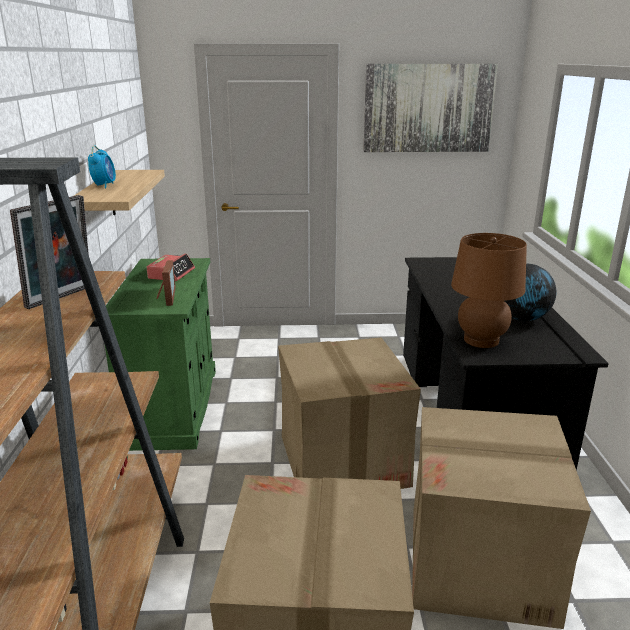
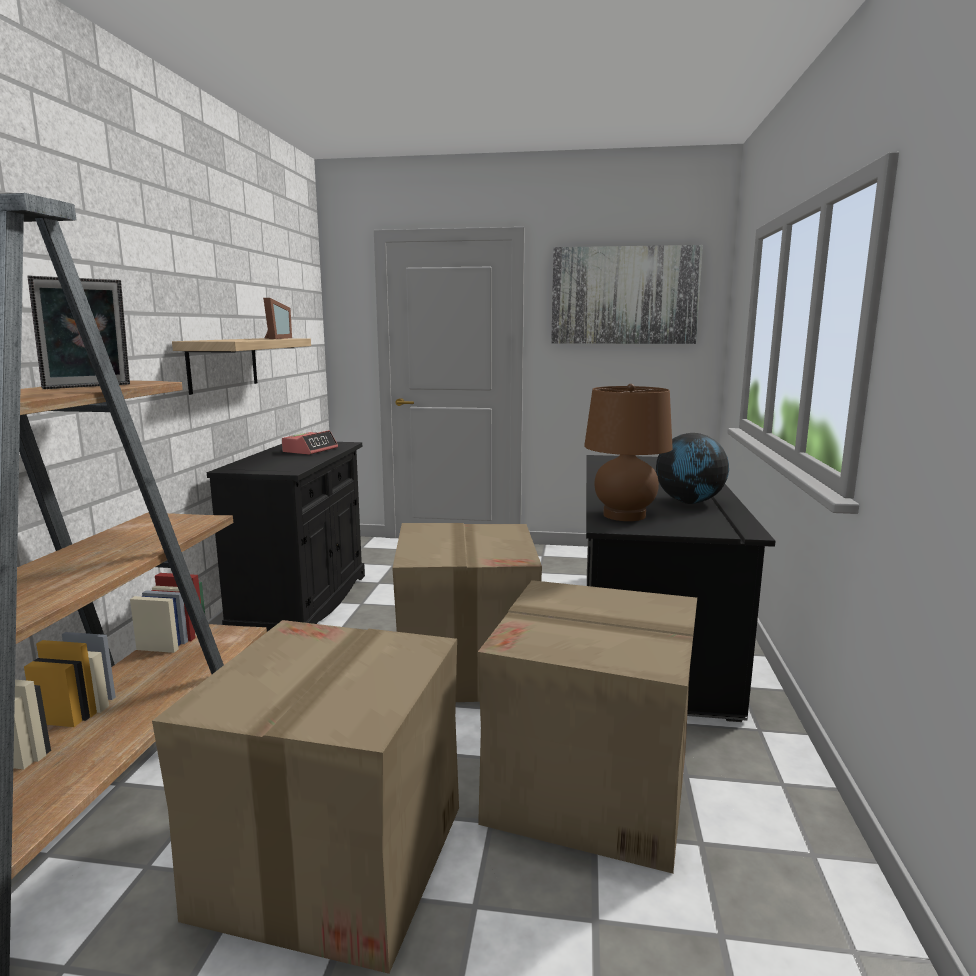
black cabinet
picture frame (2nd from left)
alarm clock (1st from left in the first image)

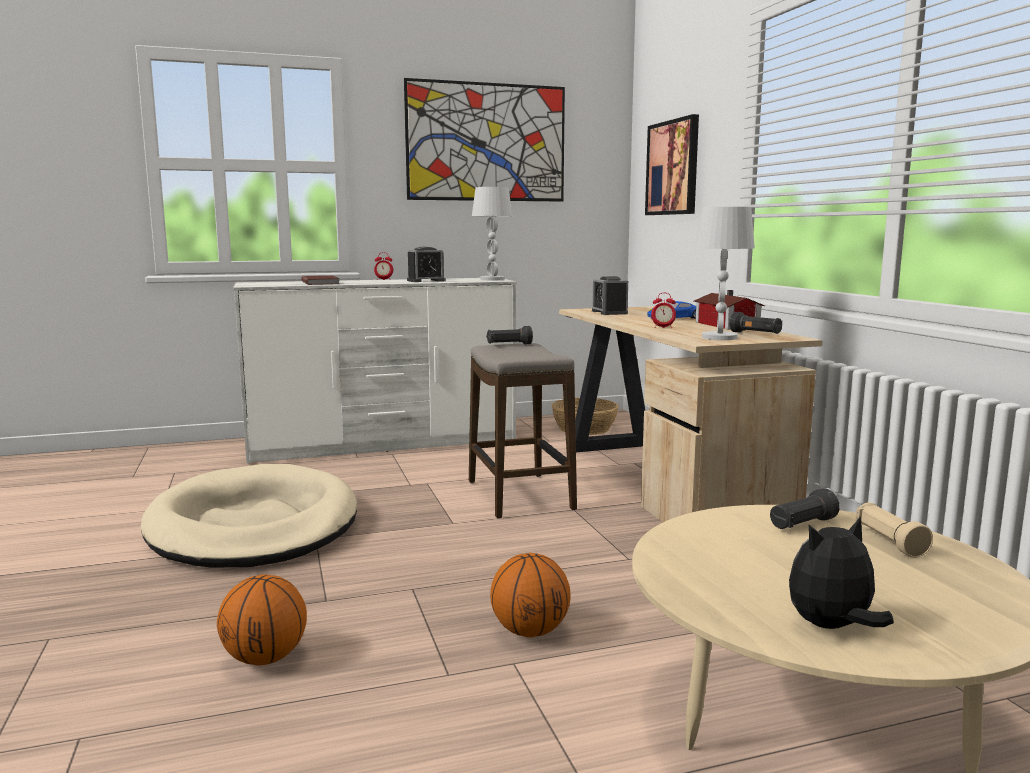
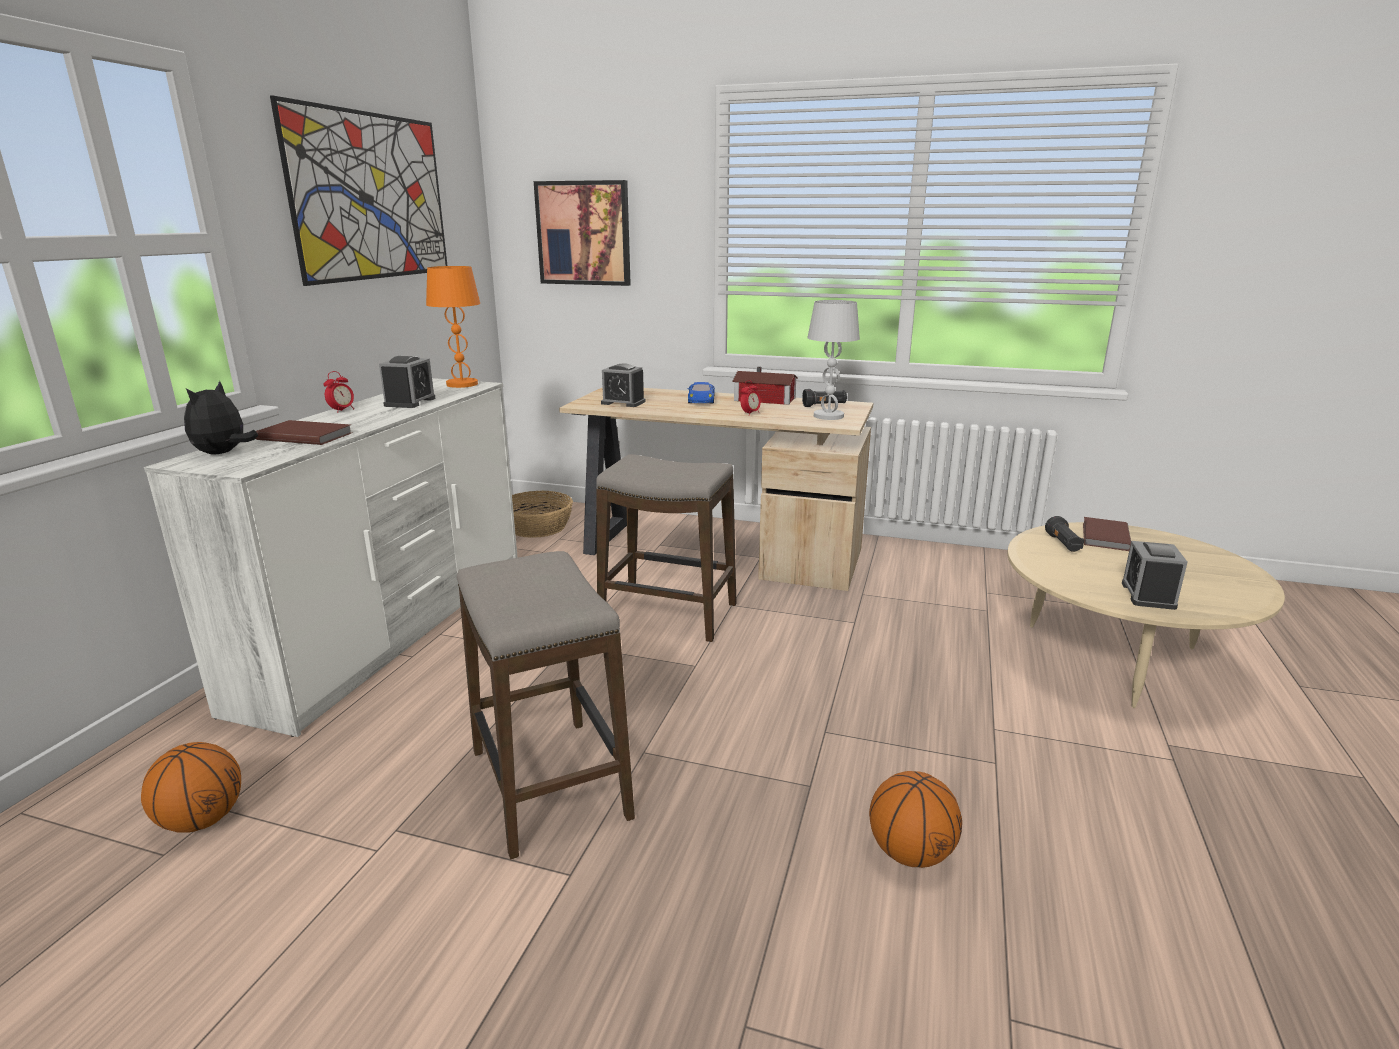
basketball (1st from left)
plush toy
orange table lamp
stool (1st from left)
brown book (2nd from left)
alarm clock (5th from left)
black flashlight (1st from left in the first image)

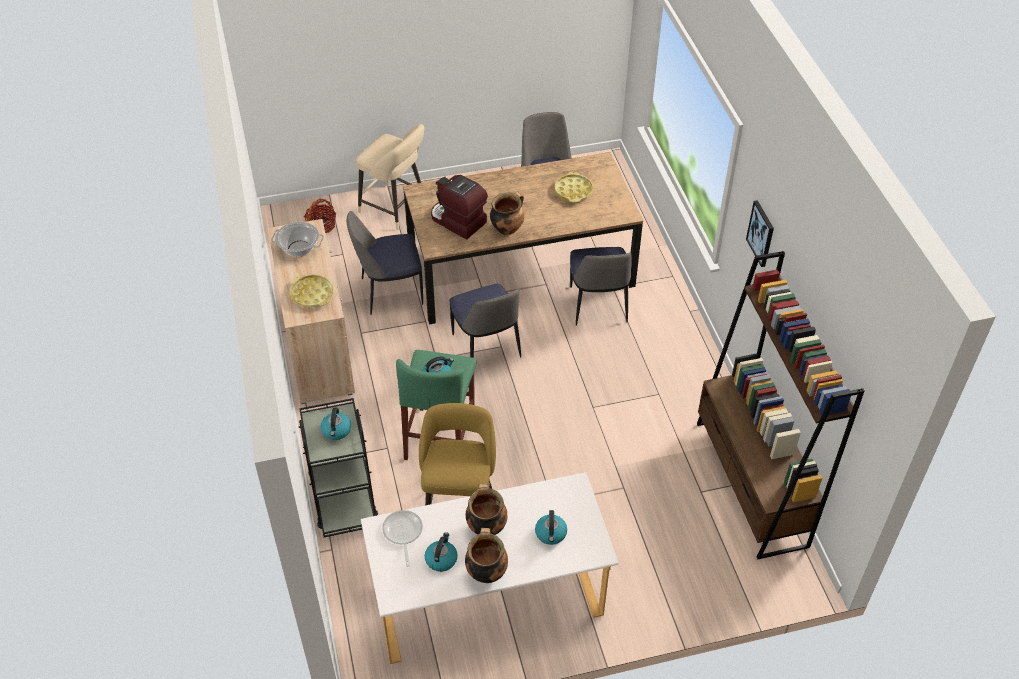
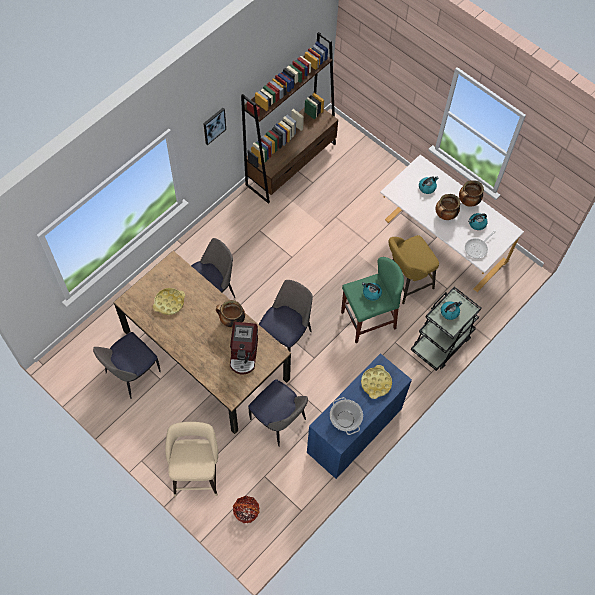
blue cabinet

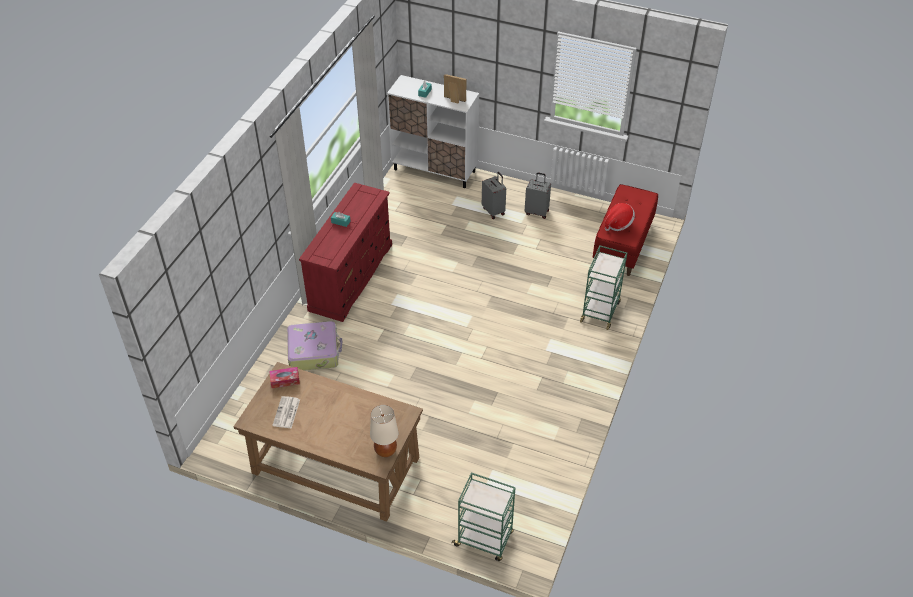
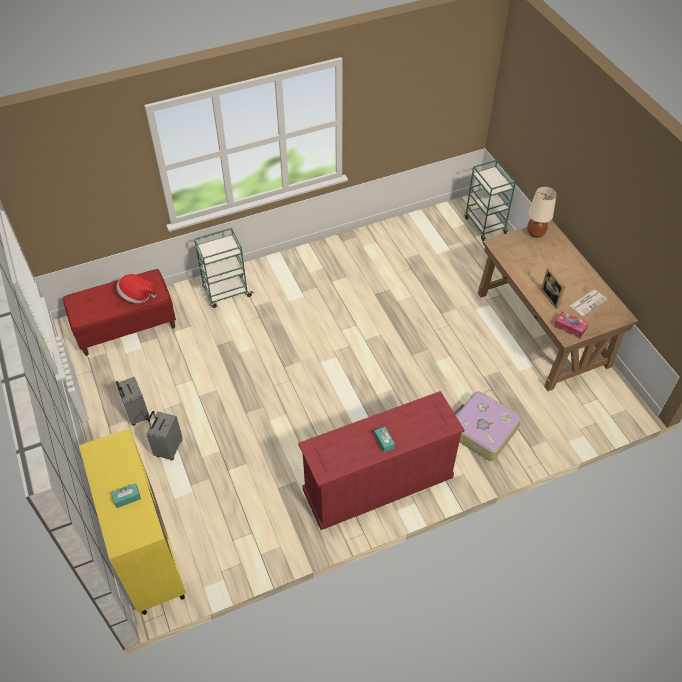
yellow cabinet
picture frame

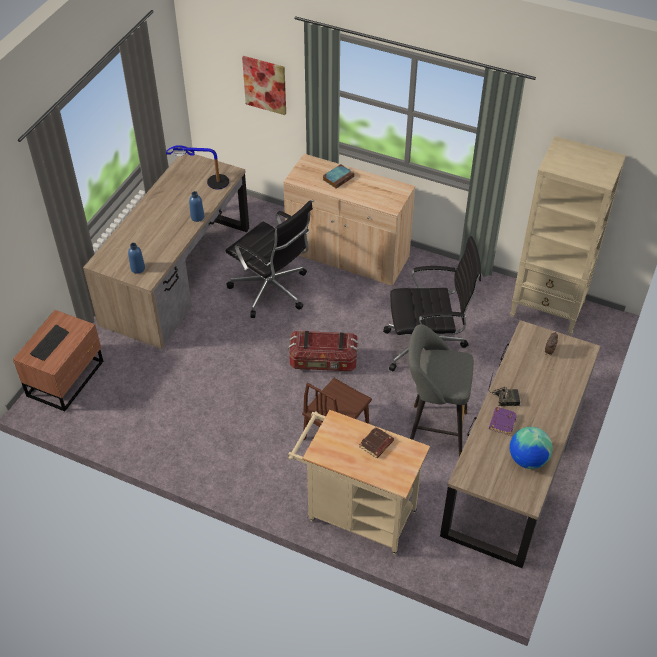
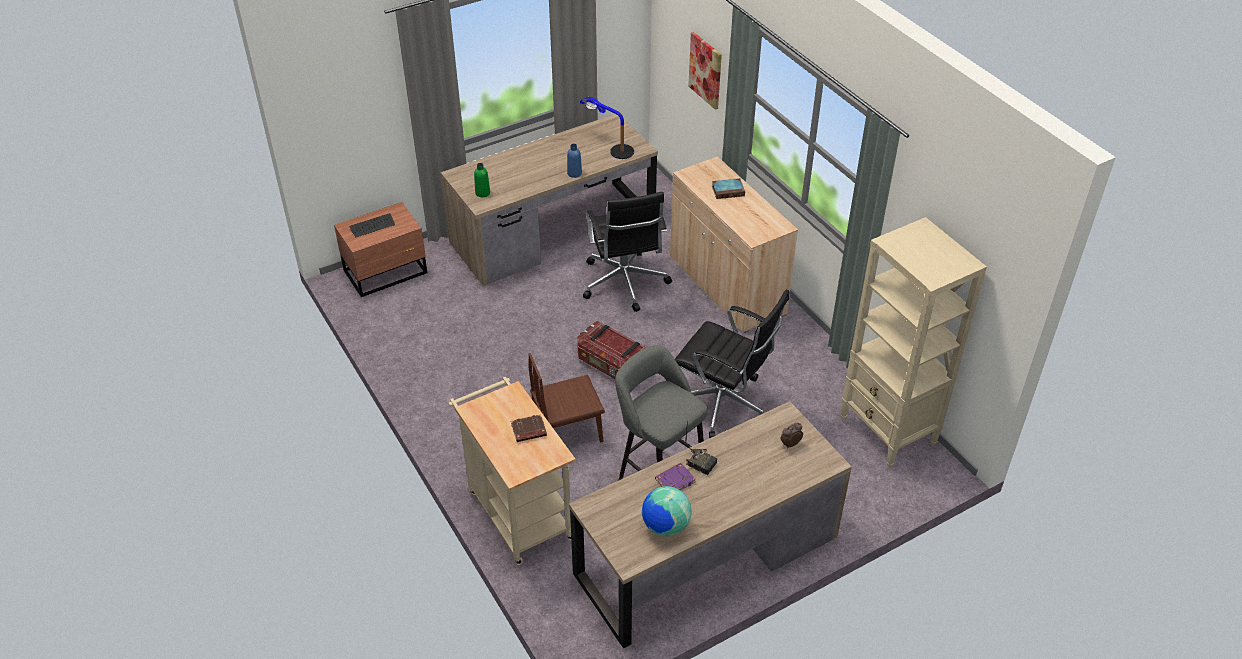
green bottle

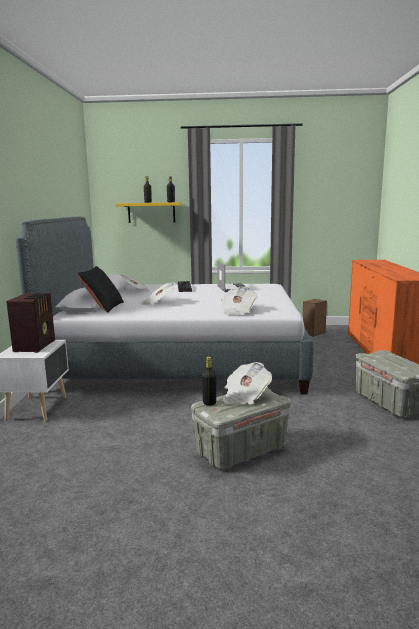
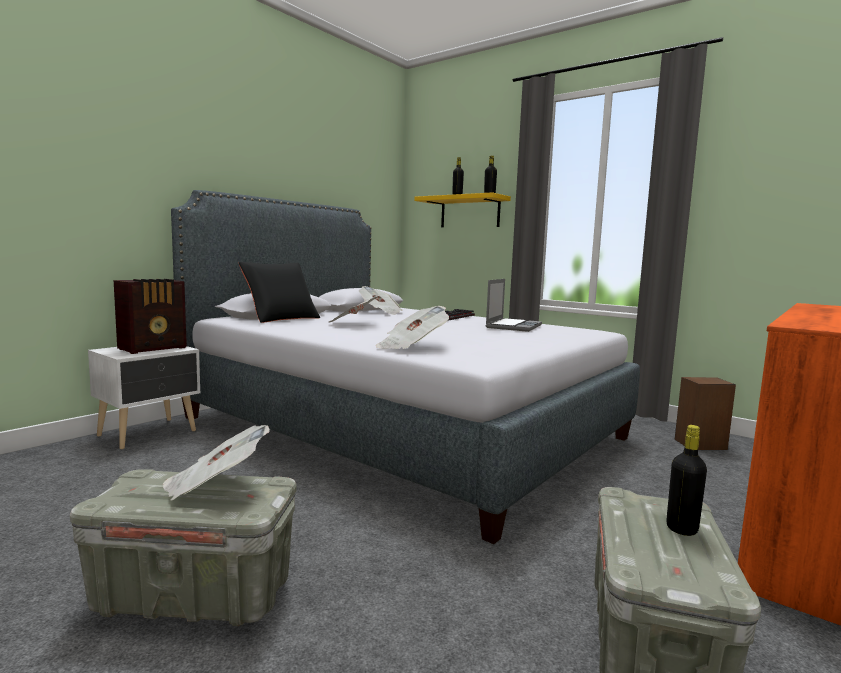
black bottle (3rd from left)

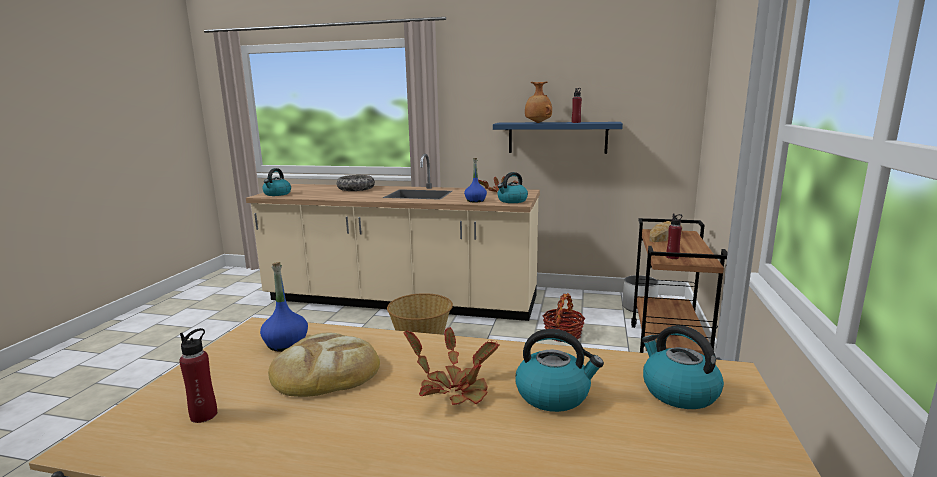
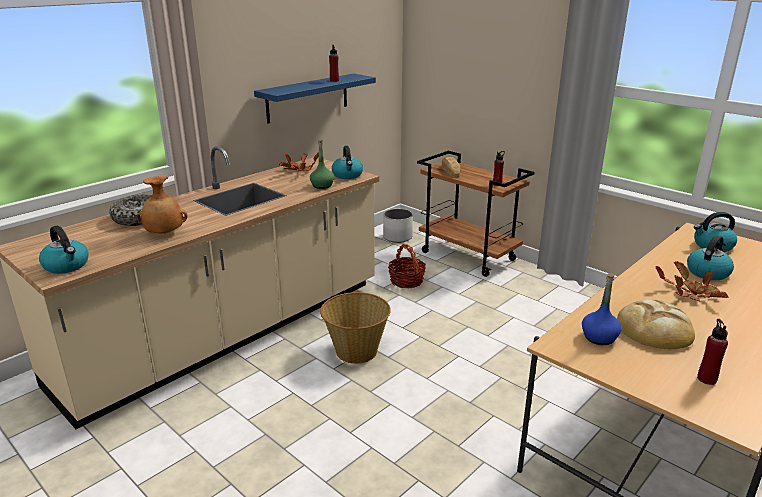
brown vase
green bottle

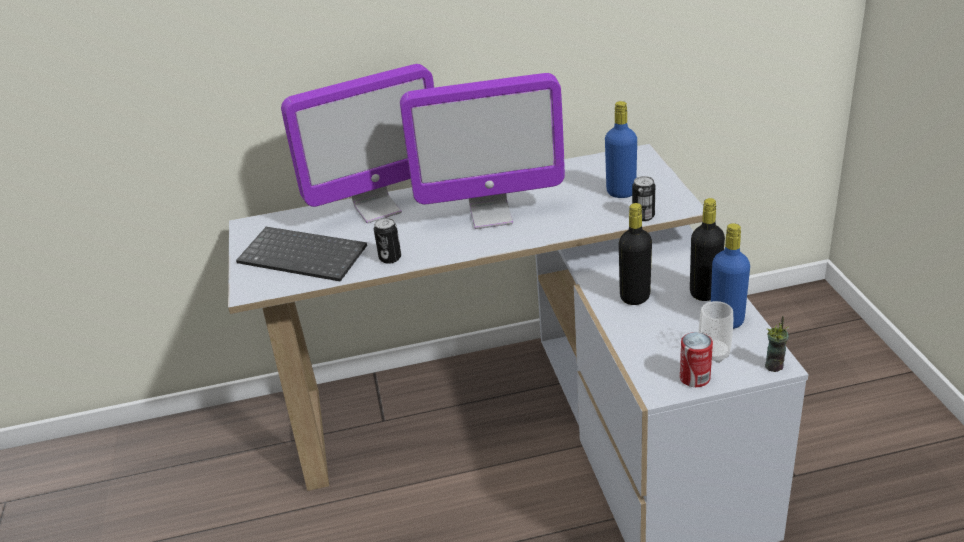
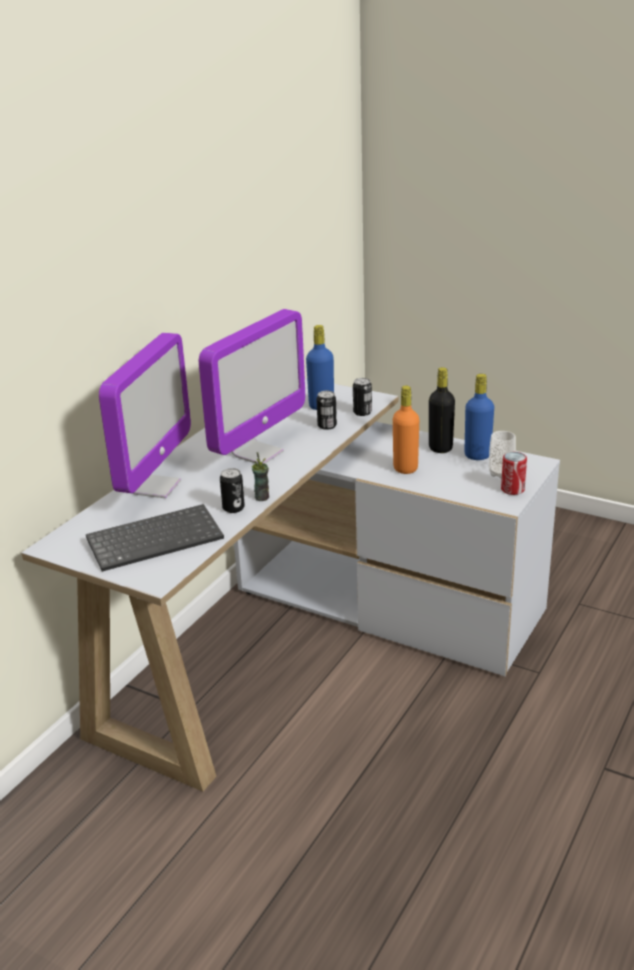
cup (1st from left)
can (2nd from left)
orange bottle

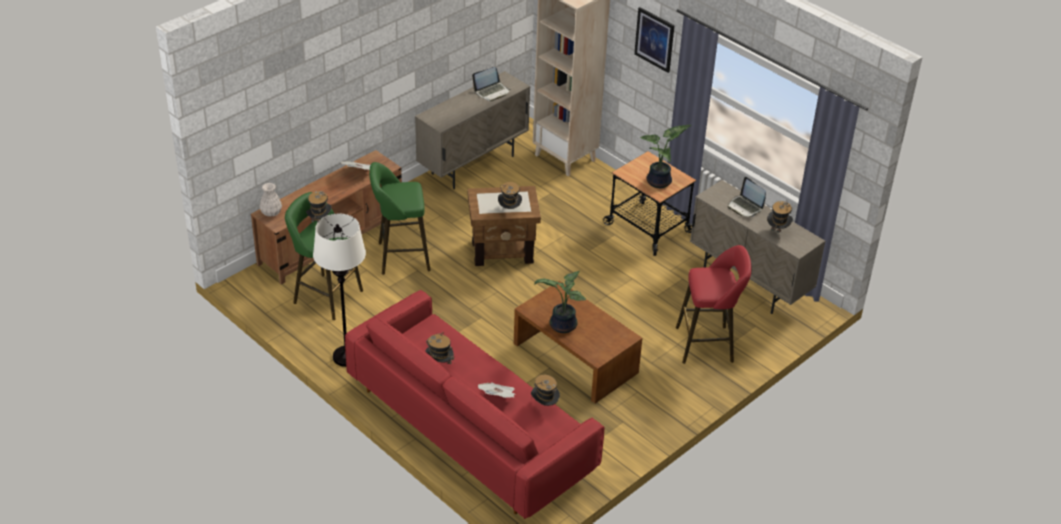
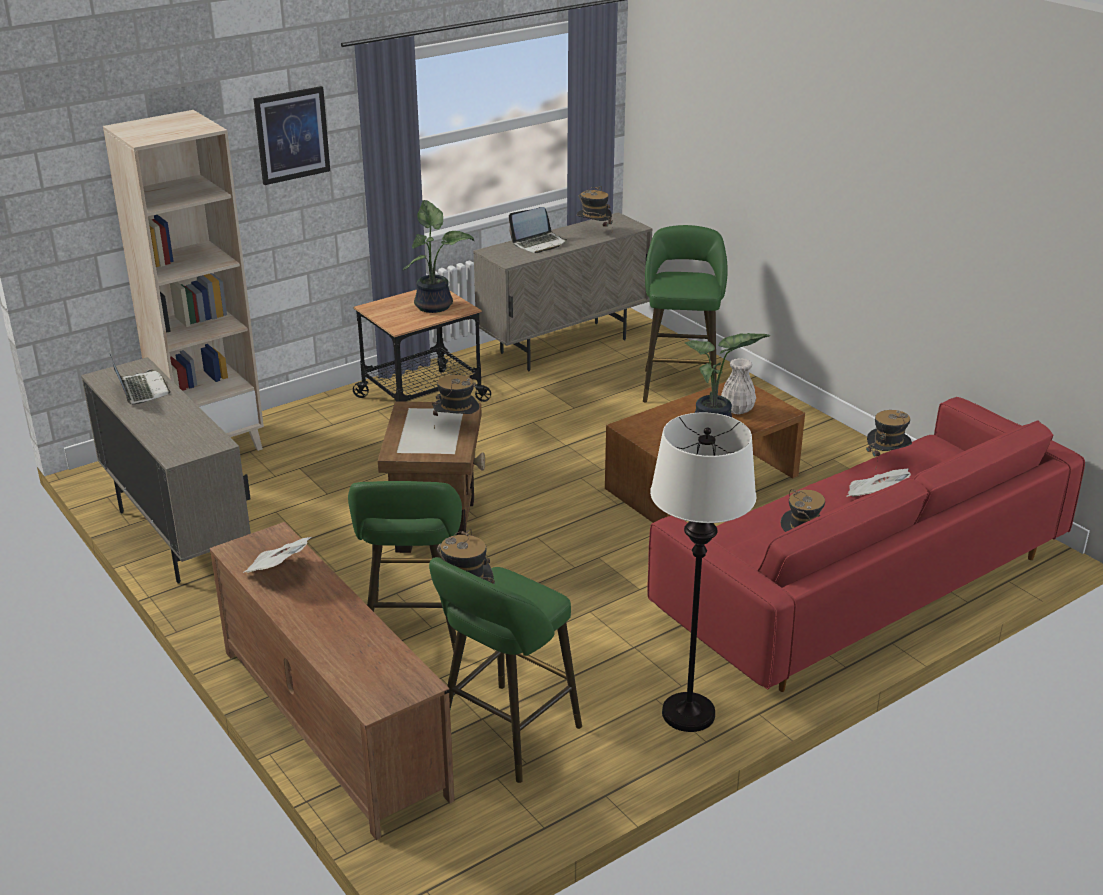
green stool (3rd from left)
white vase

